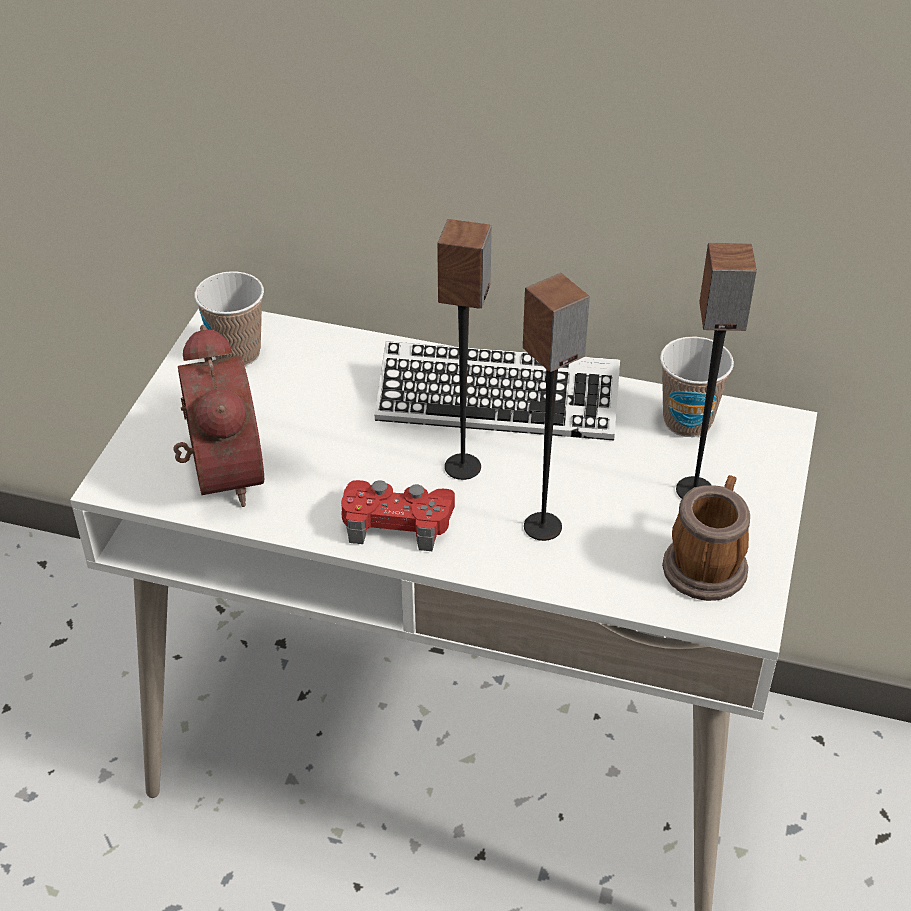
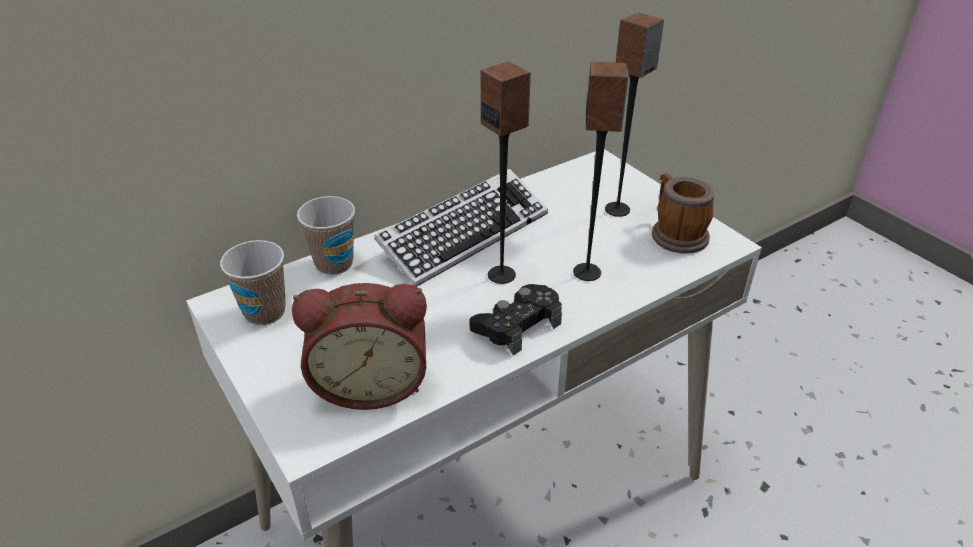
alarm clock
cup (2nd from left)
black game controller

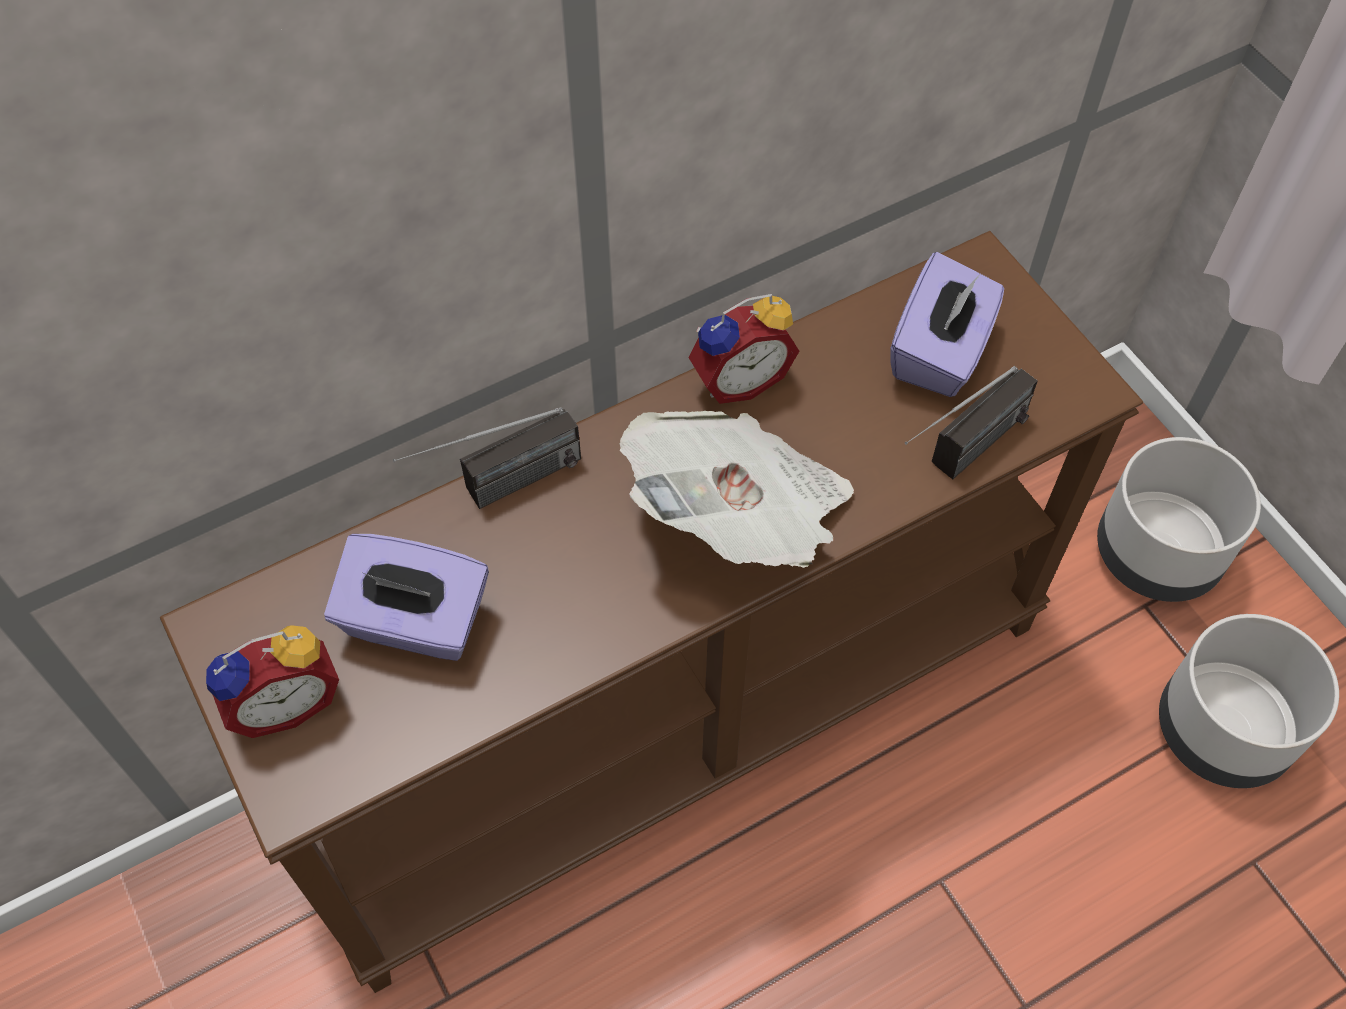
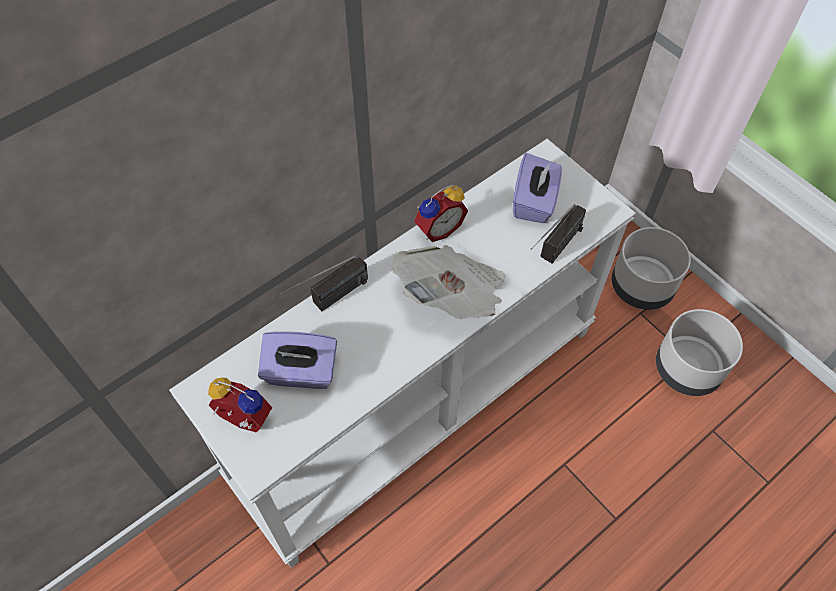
white console table
alarm clock (1st from left)

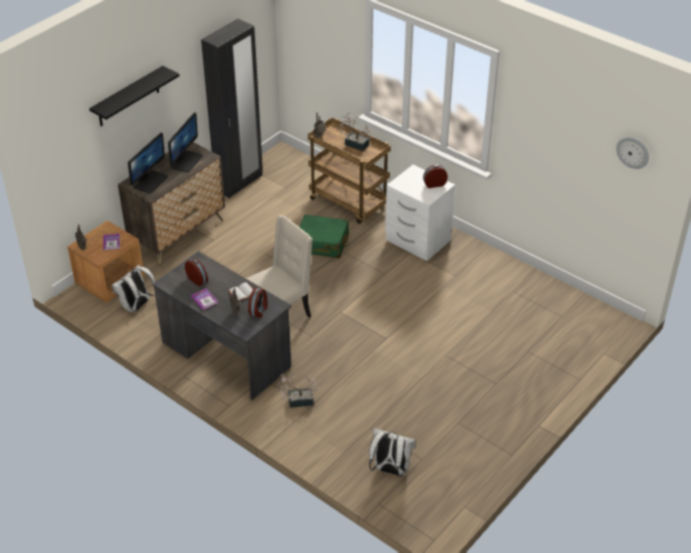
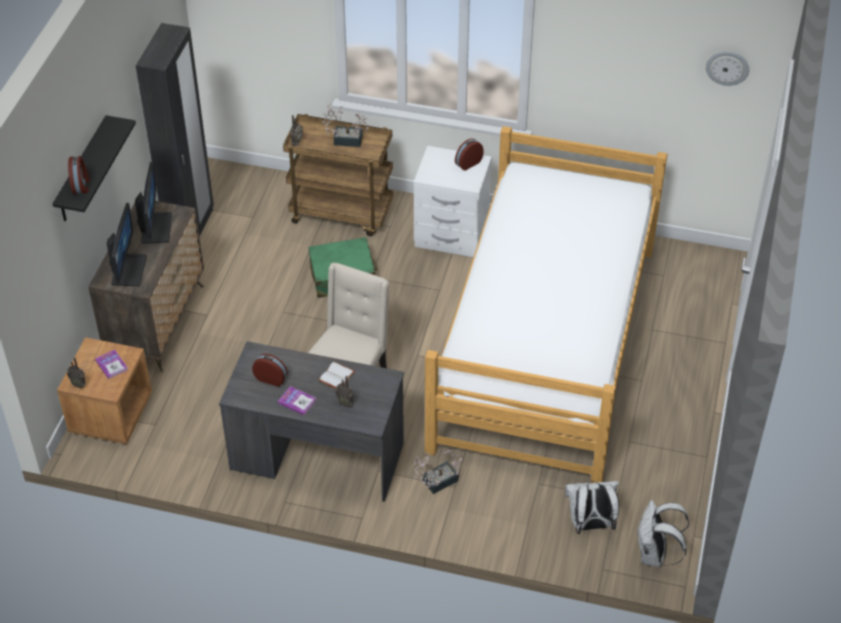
alarm clock (1st from left)
bed
white backpack (2nd from left)

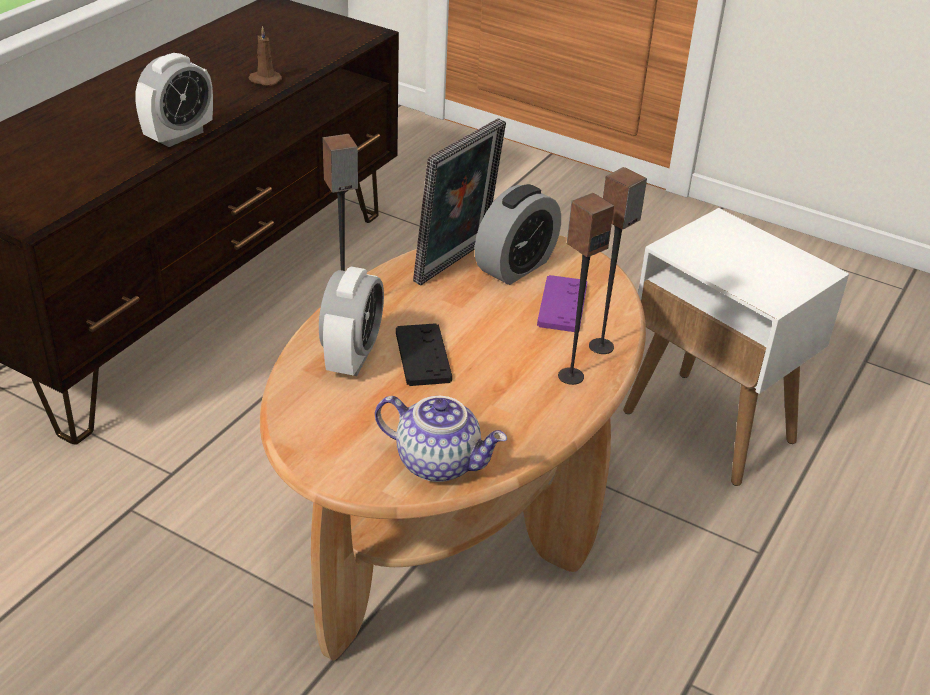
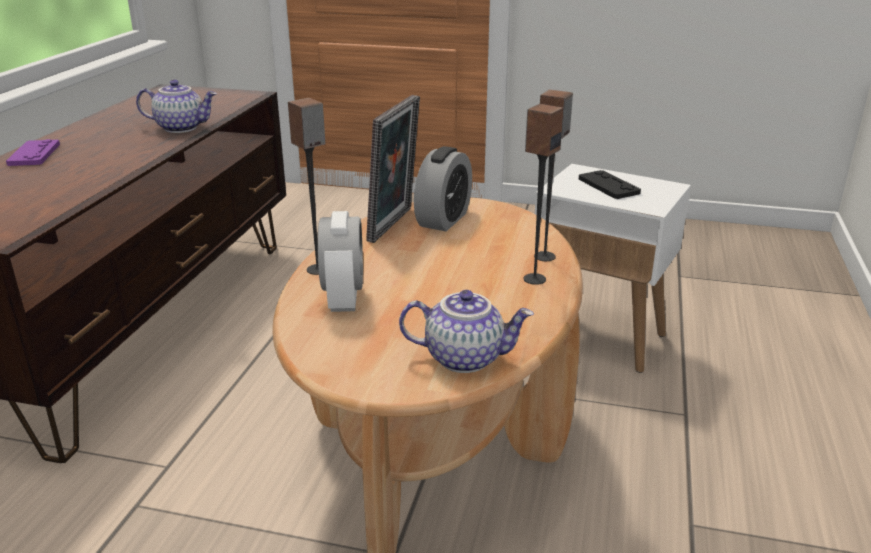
purple game controller
teapot (1st from left)
black game controller
alarm clock (1st from left in the first image)

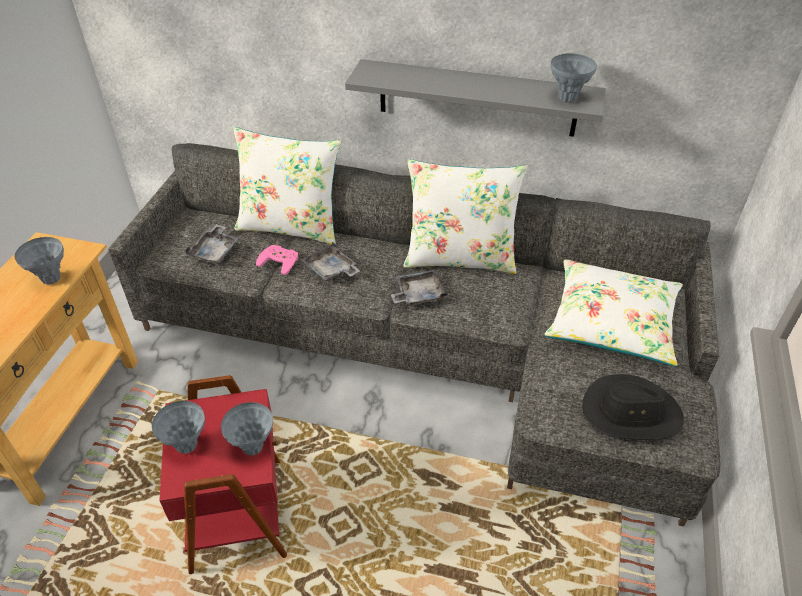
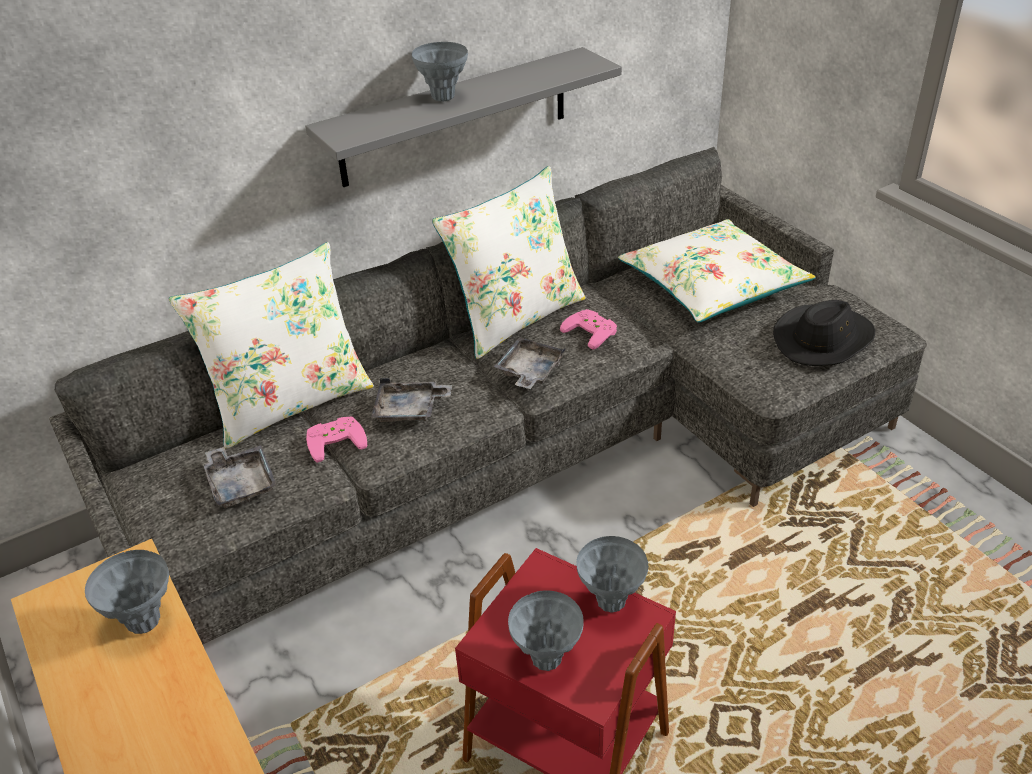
grey vase (2nd from left)
pink game controller (2nd from left)

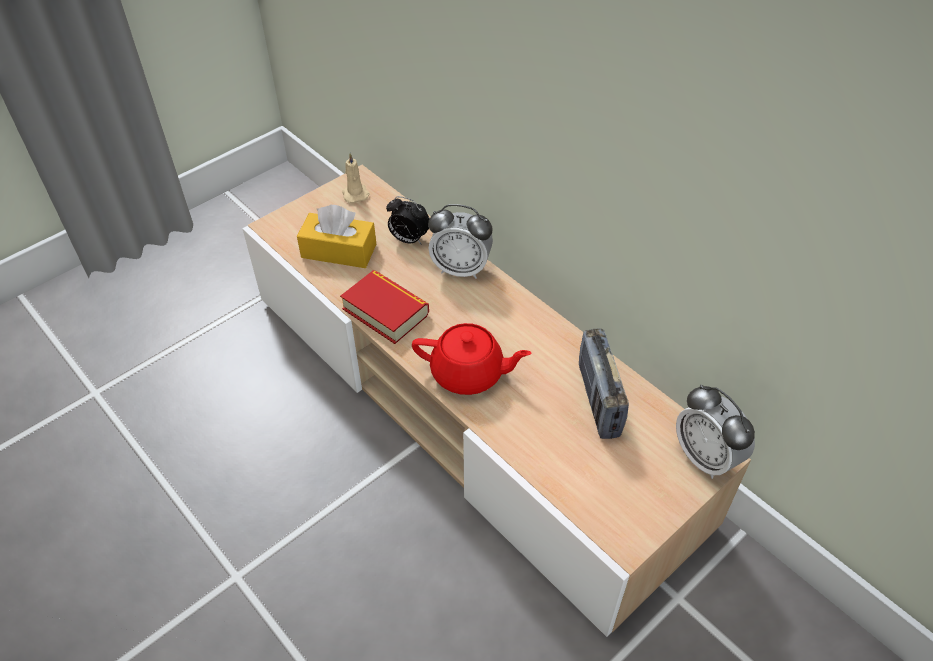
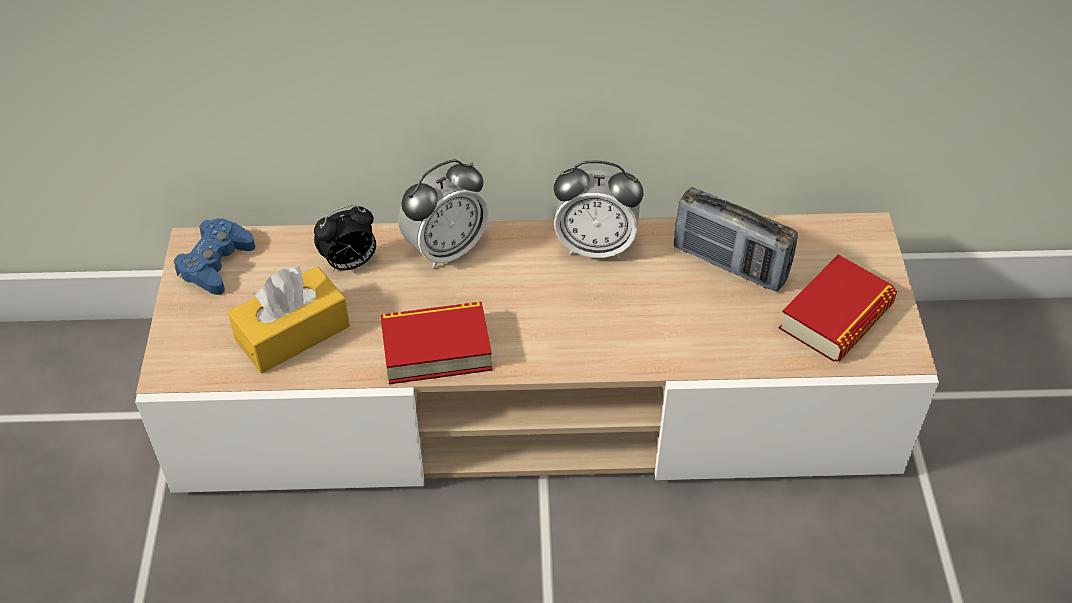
blue game controller
alarm clock (3rd from left)
book (2nd from left)
red teapot

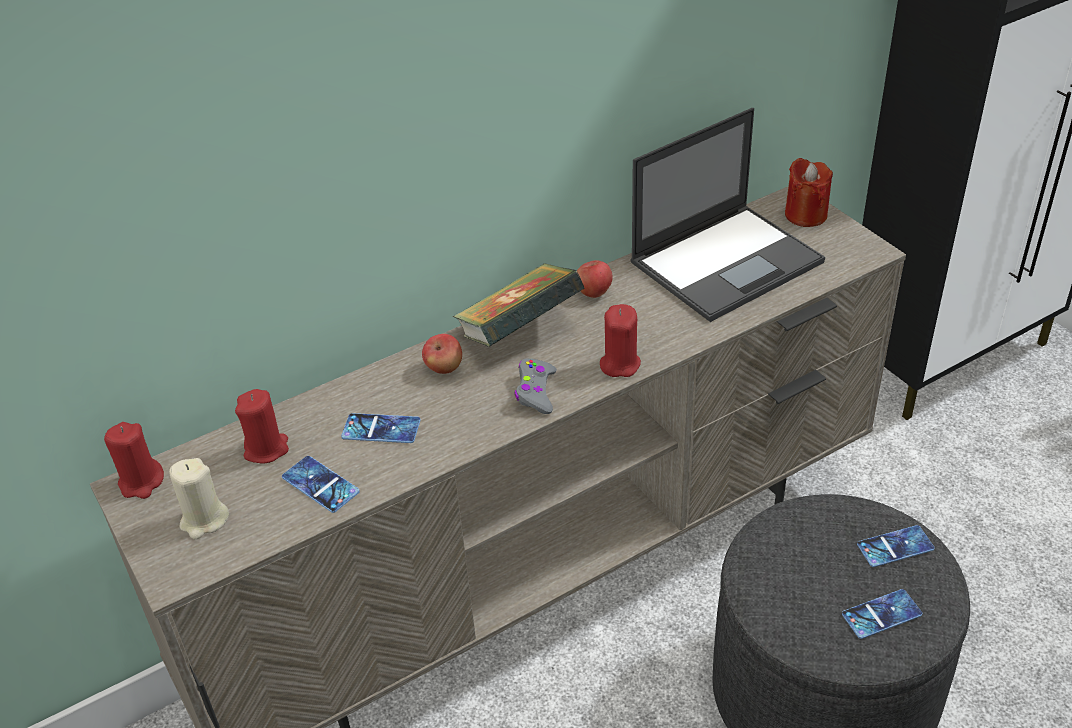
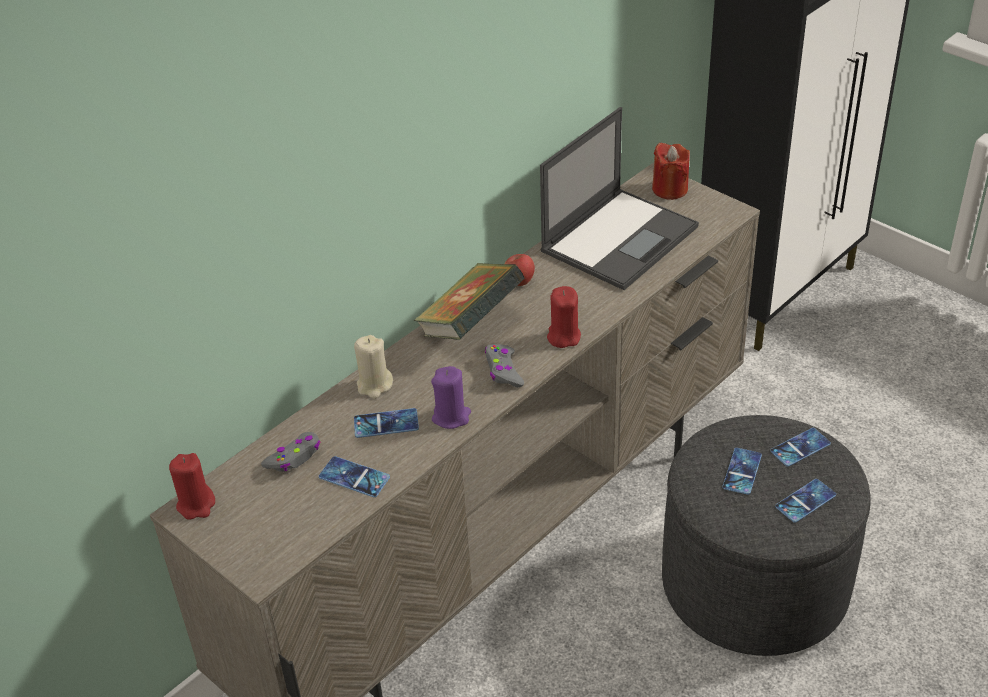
grey game controller (1st from left)
beige candle
purple candle
phone (3rd from left)
apple (1st from left in the first image)

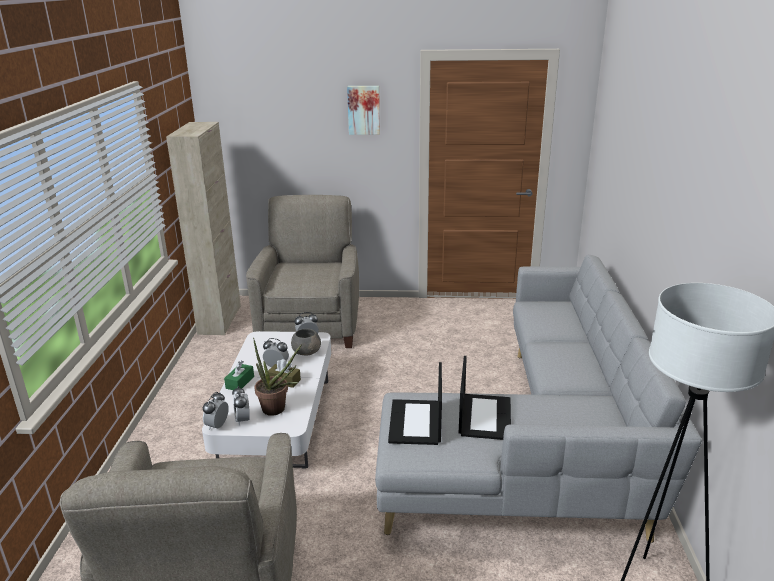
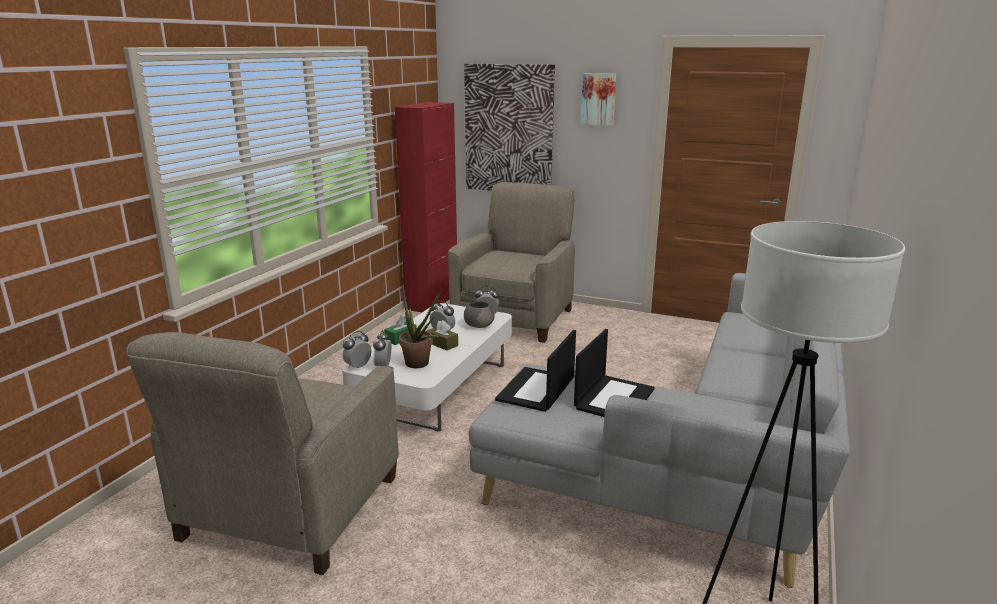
red cabinet
picture (1st from left)

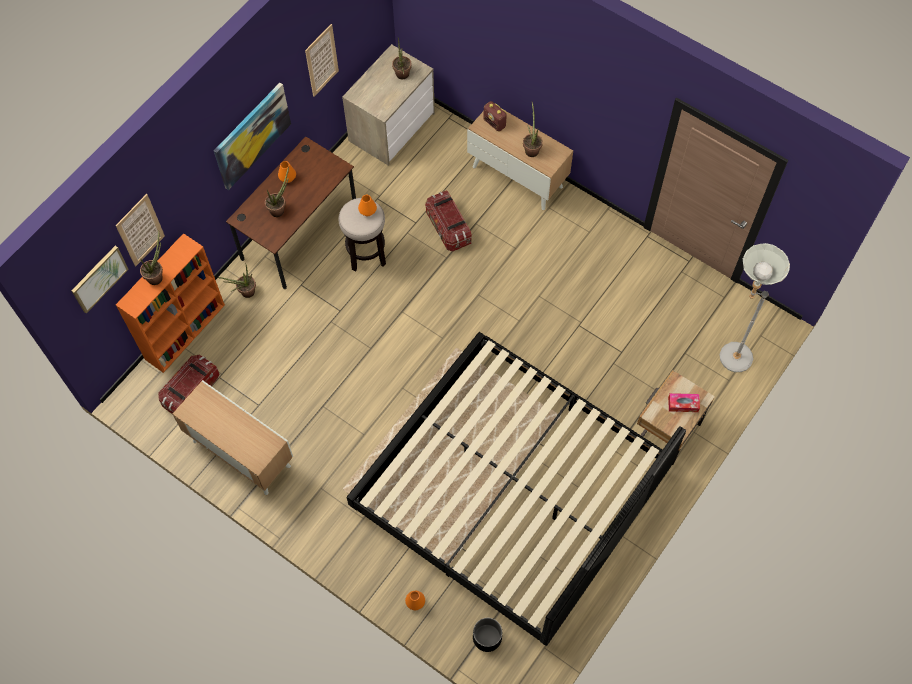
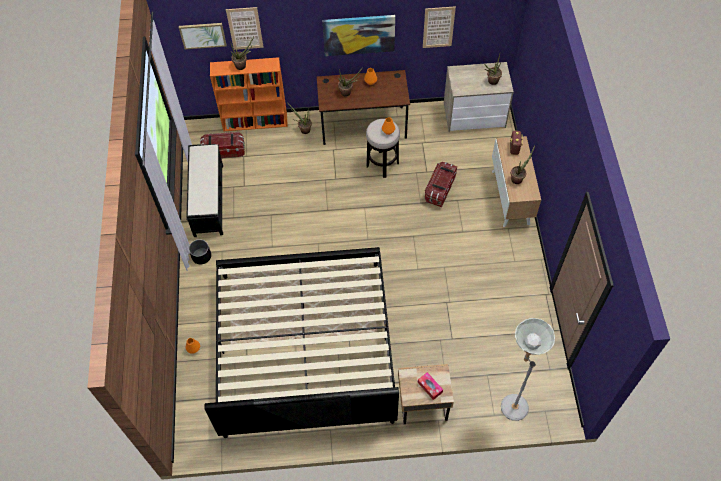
black bench
black planter

